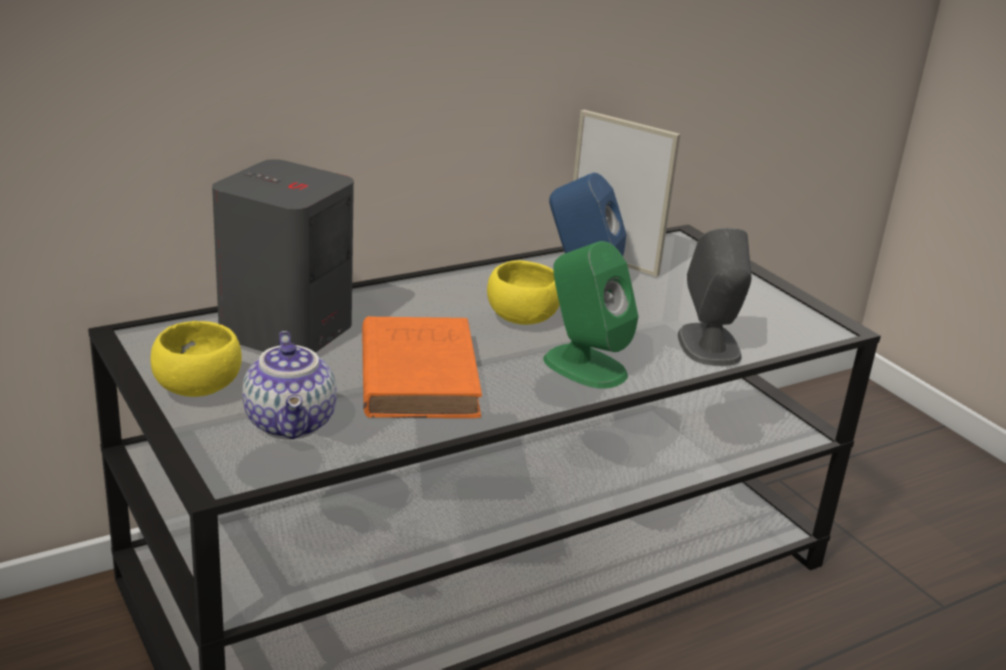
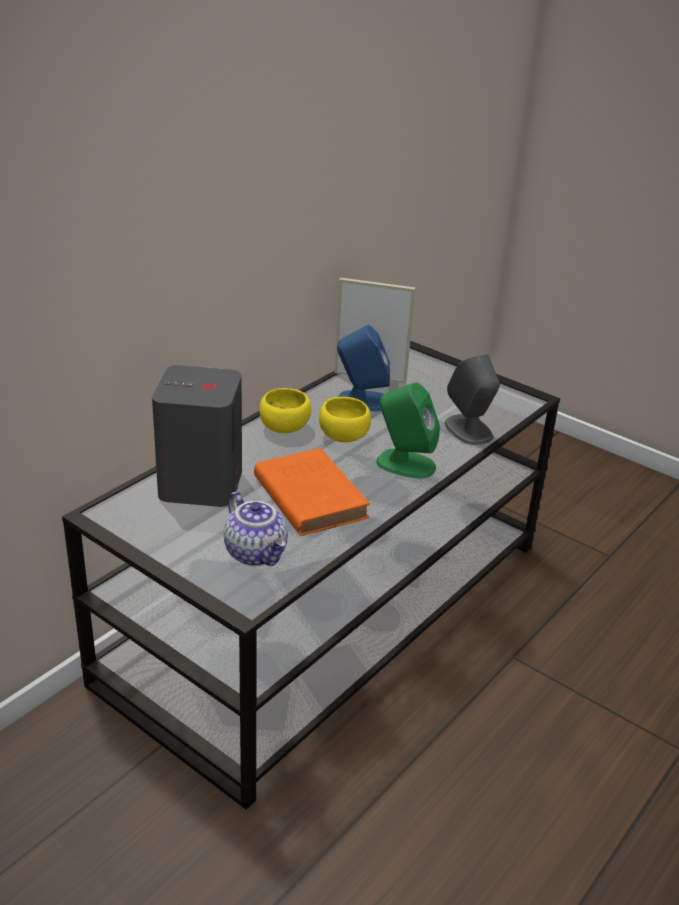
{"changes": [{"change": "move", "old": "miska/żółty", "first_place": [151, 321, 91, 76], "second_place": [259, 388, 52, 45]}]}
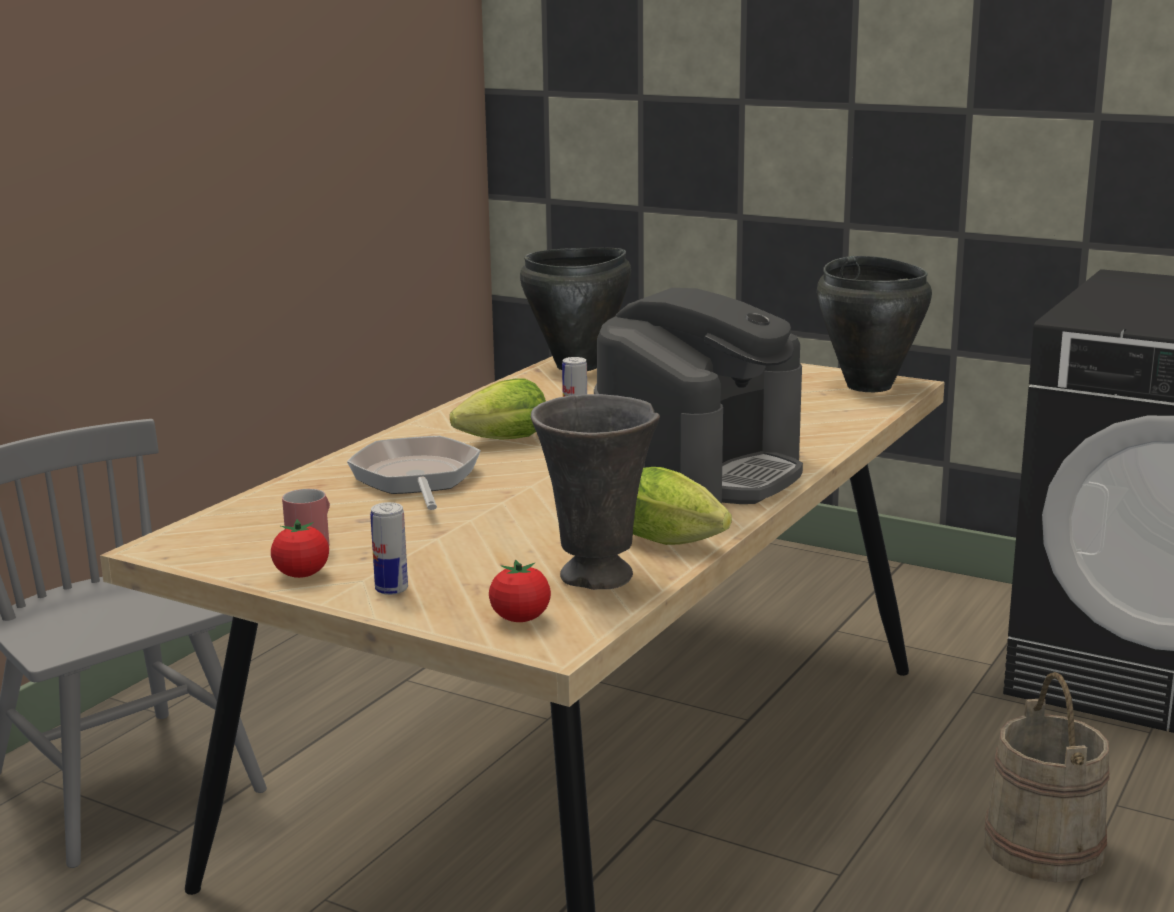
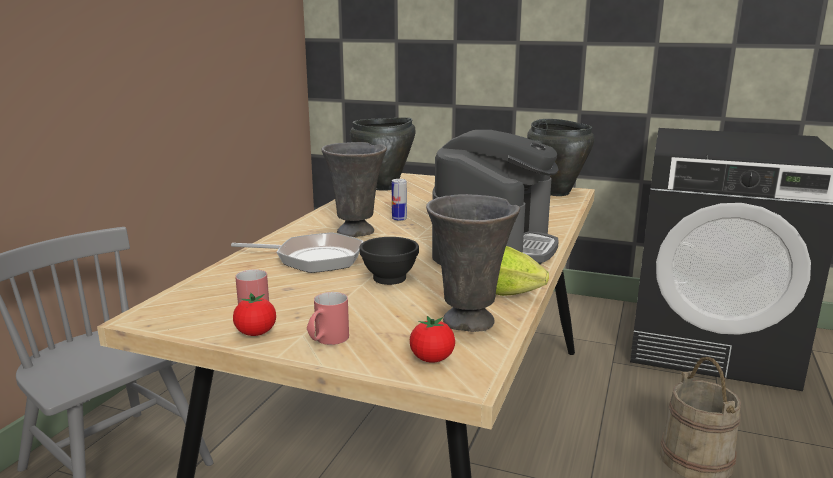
{"changes": [{"change": "insert", "new": "miska/czarny", "second_place": [359, 237, 60, 48]}, {"change": "replace", "old": "puszka", "new": "kubek/czerwony", "first_place": [370, 502, 38, 93], "second_place": [307, 292, 42, 53]}, {"change": "replace", "old": "sałata", "new": "wazon/szary", "first_place": [450, 378, 96, 62], "second_place": [321, 142, 66, 95]}, {"change": "rotate", "old": "patelnia", "first_place": [347, 436, 134, 74], "second_place": [231, 232, 133, 41], "degrees": 120}]}
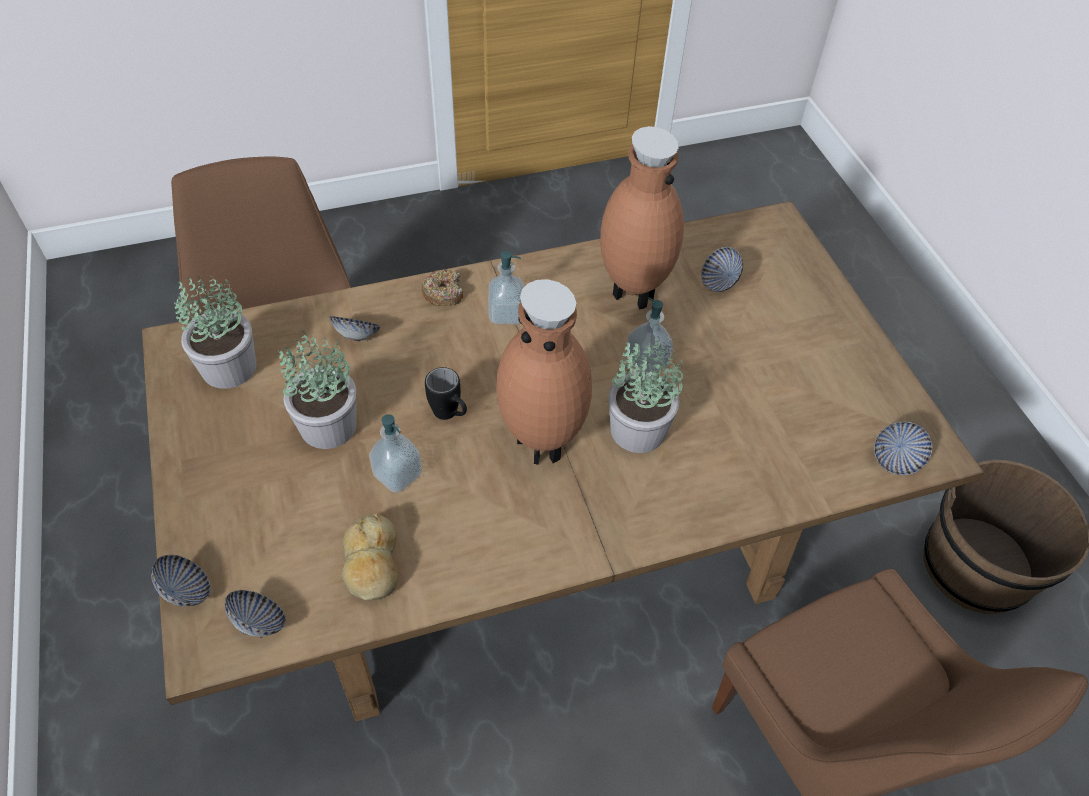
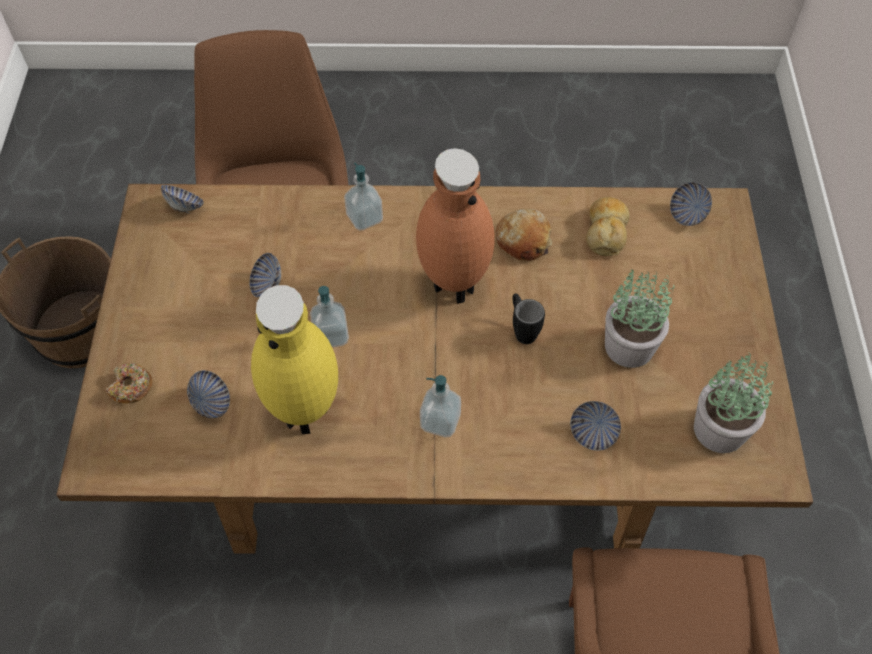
{"changes": [{"change": "delete", "old": "roślina doniczkowa", "first_place": [608, 336, 75, 117]}, {"change": "insert", "new": "chleb", "second_place": [496, 209, 57, 52]}, {"change": "move", "old": "miska", "first_place": [151, 555, 60, 52], "second_place": [249, 253, 32, 45]}, {"change": "move", "old": "dozownik mydła", "first_place": [369, 414, 53, 79], "second_place": [344, 163, 39, 68]}, {"change": "move", "old": "donut", "first_place": [421, 269, 42, 37], "second_place": [106, 363, 47, 41]}, {"change": "recolor", "old": "wazon/brązowy", "new": "wazon/żółty", "first_place": [600, 126, 84, 184], "second_place": [251, 285, 87, 149]}]}
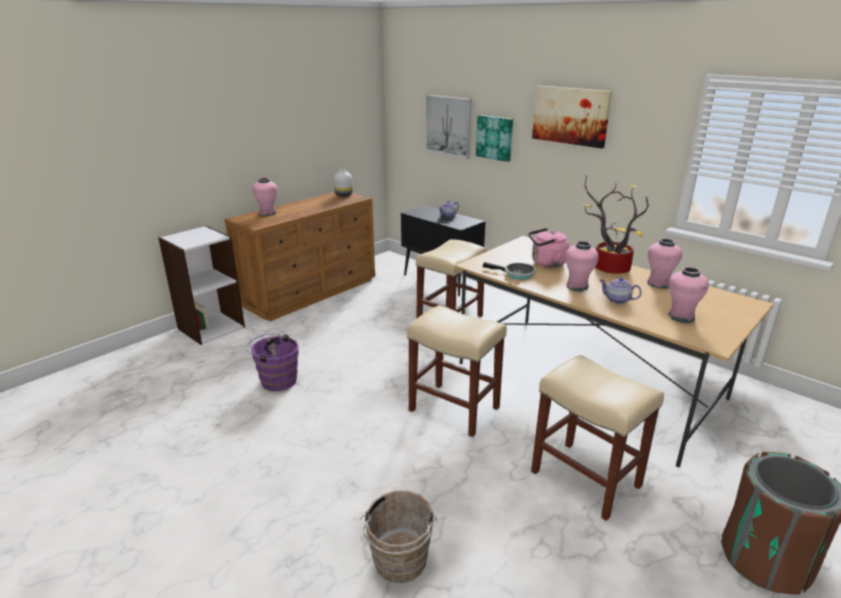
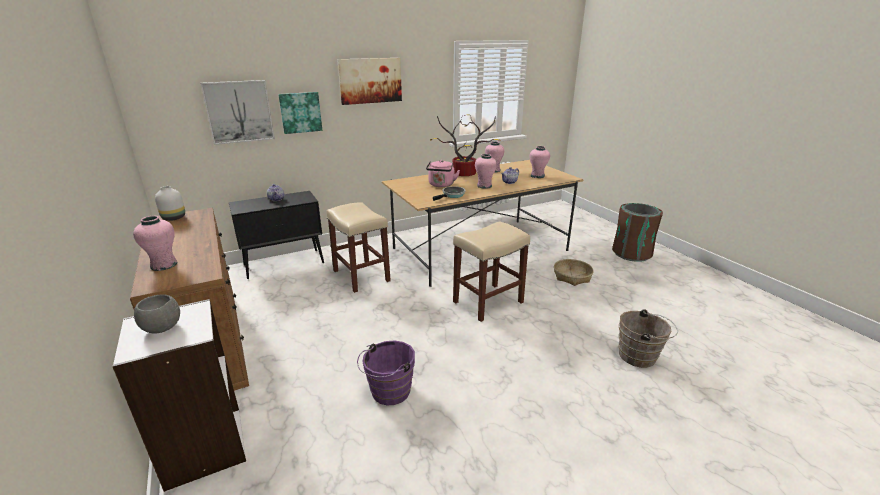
{"changes": [{"change": "insert", "new": "miska/szary", "second_place": [134, 294, 46, 39]}, {"change": "replace", "old": "stołek/beżowy", "new": "koszyk", "first_place": [531, 355, 133, 166], "second_place": [554, 259, 40, 27]}]}
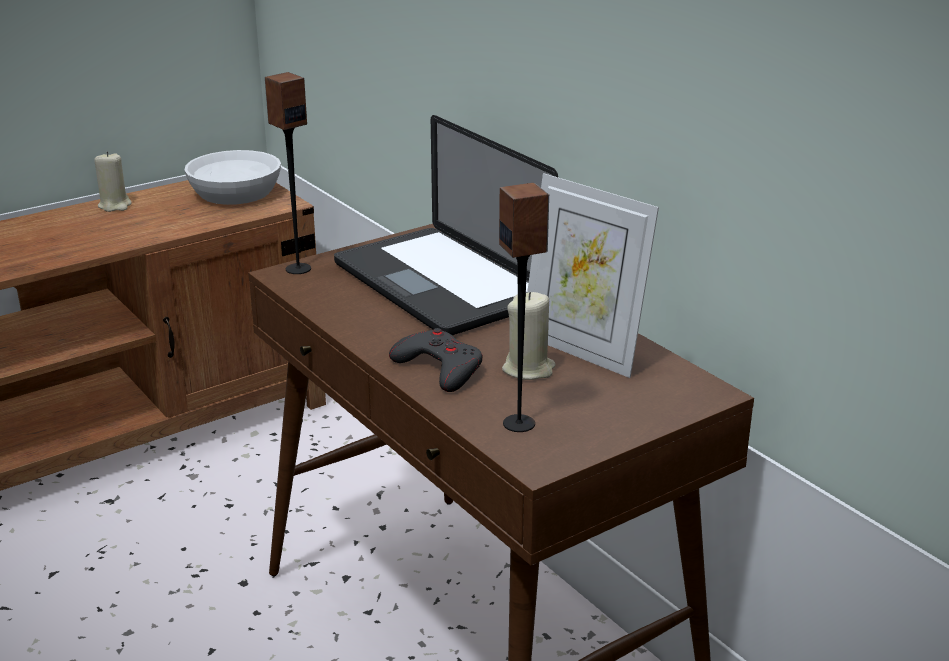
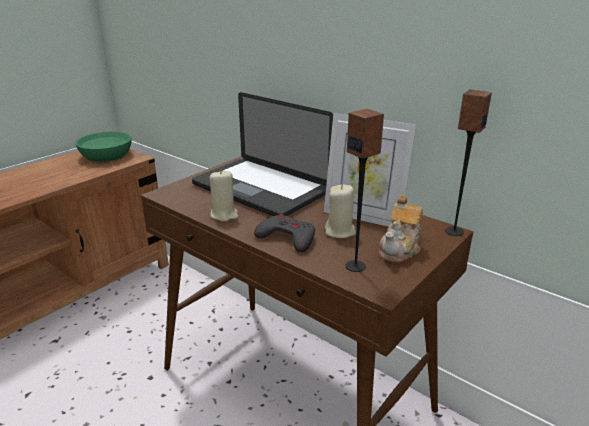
{"changes": [{"change": "insert", "new": "imbryk", "second_place": [379, 195, 44, 68]}, {"change": "move", "old": "świeca/beżowy", "first_place": [94, 151, 38, 61], "second_place": [210, 170, 28, 52]}, {"change": "move", "old": "głośnik", "first_place": [265, 72, 46, 202], "second_place": [445, 90, 47, 146]}, {"change": "recolor", "old": "miska/biały", "new": "miska/zielony", "first_place": [184, 150, 97, 55], "second_place": [75, 131, 57, 31]}]}
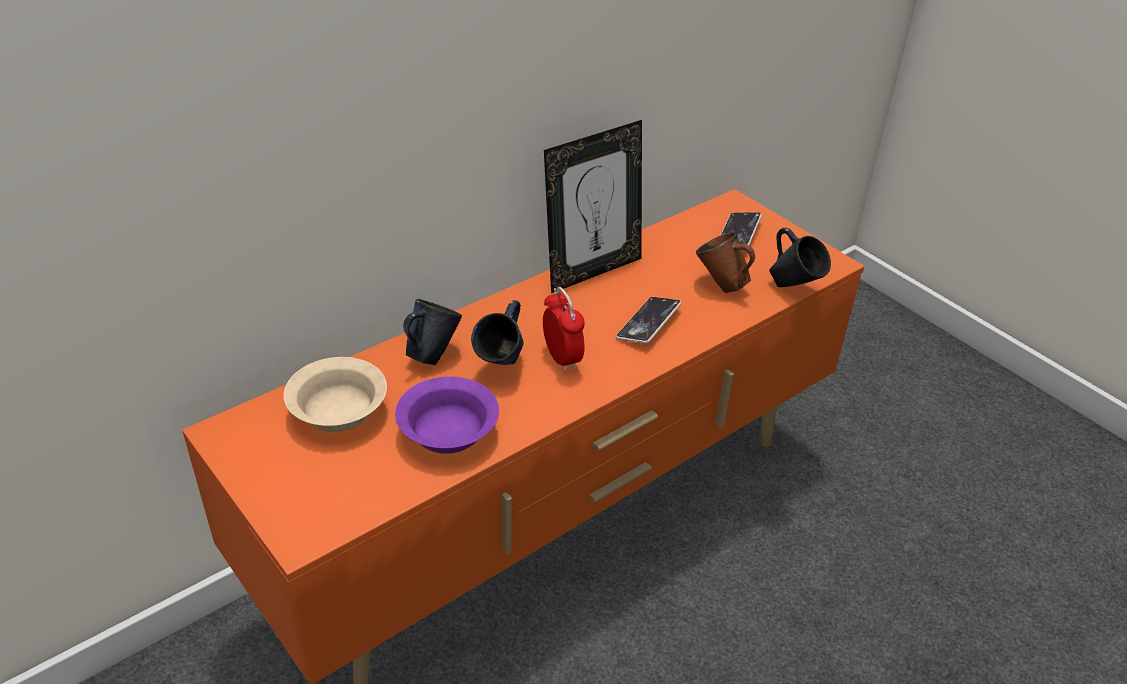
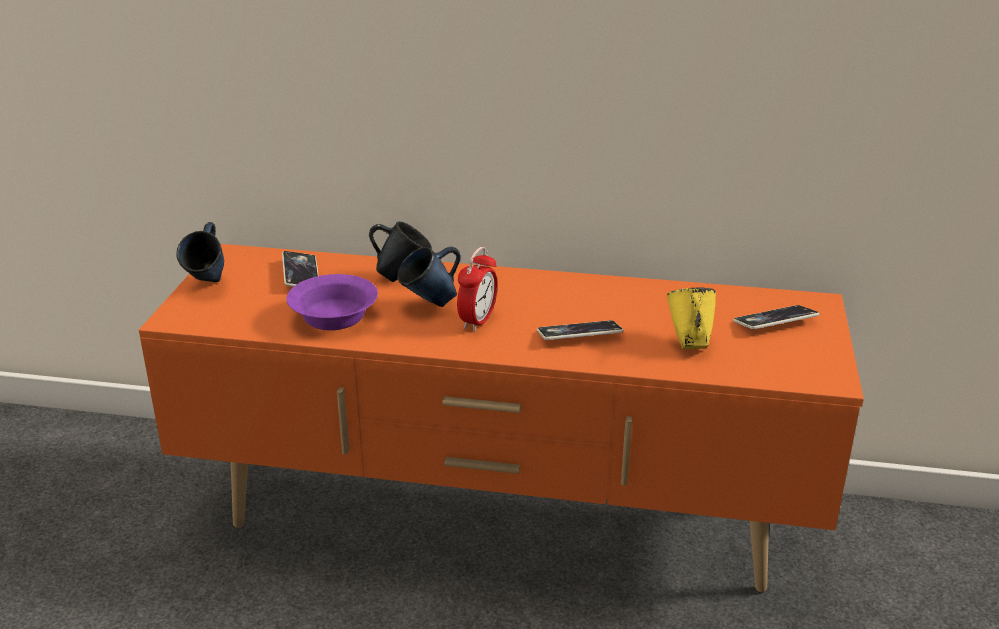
{"changes": [{"change": "delete", "old": "ramka na zdjęcie", "first_place": [544, 120, 98, 173]}, {"change": "move", "old": "kubek/niebieski", "first_place": [769, 228, 62, 59], "second_place": [176, 222, 48, 60]}, {"change": "replace", "old": "miska/beżowy", "new": "telefon", "first_place": [284, 357, 103, 75], "second_place": [282, 251, 37, 36]}, {"change": "recolor", "old": "kubek/brązowy", "new": "kubek/żółty", "first_place": [696, 232, 59, 61], "second_place": [667, 287, 49, 62]}]}
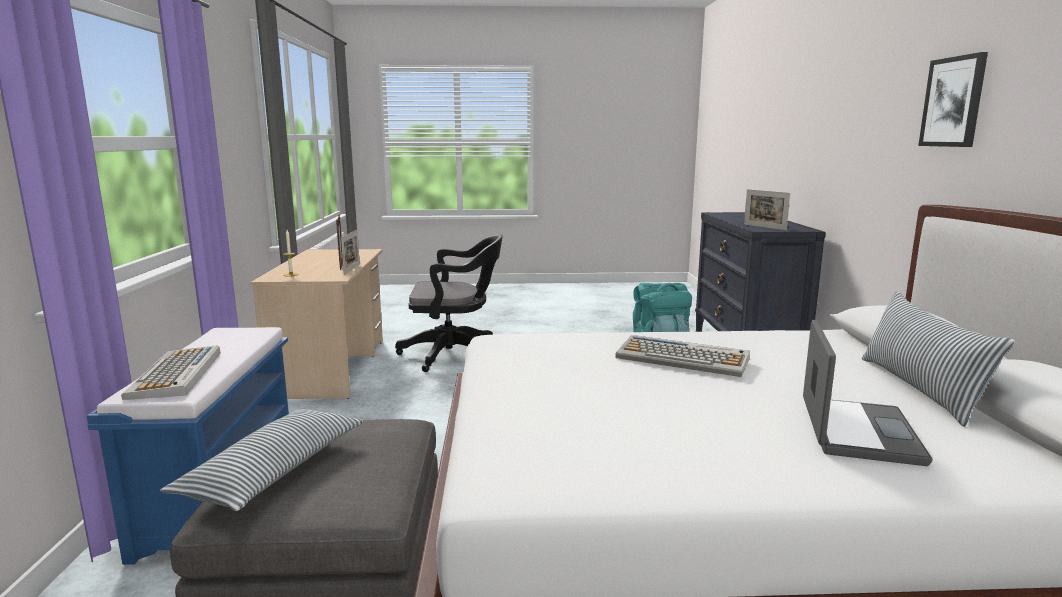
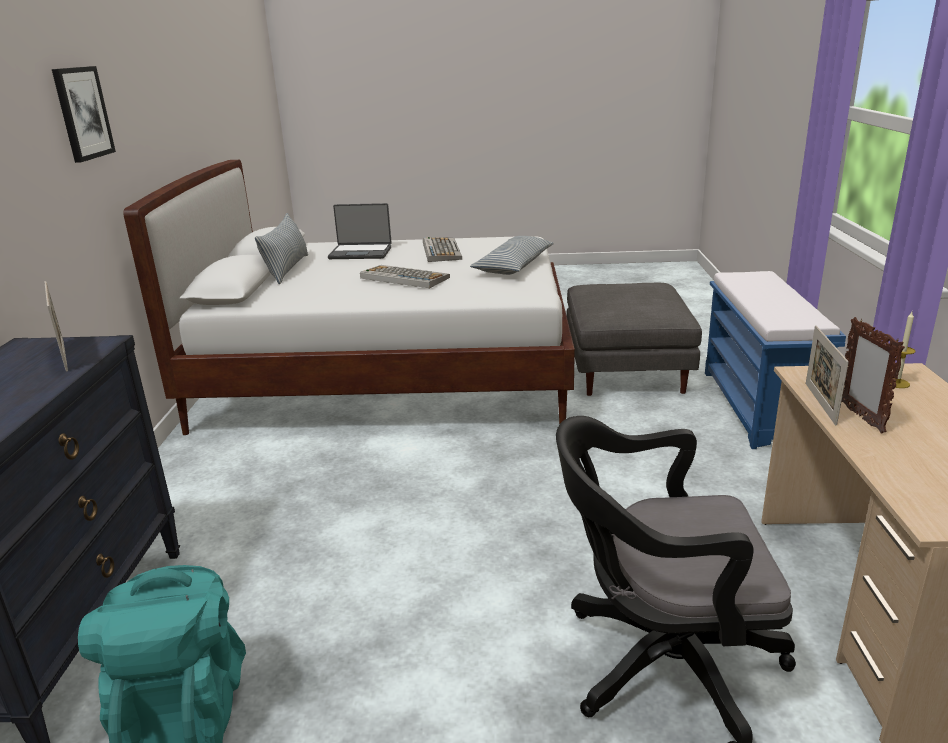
{"changes": [{"change": "move", "old": "klawiatura", "first_place": [121, 345, 100, 55], "second_place": [423, 237, 39, 25]}, {"change": "move", "old": "poduszka", "first_place": [160, 409, 203, 102], "second_place": [470, 236, 84, 39]}, {"change": "rotate", "old": "laptop", "first_place": [803, 320, 129, 146], "second_place": [328, 203, 64, 56], "degrees": -105}]}
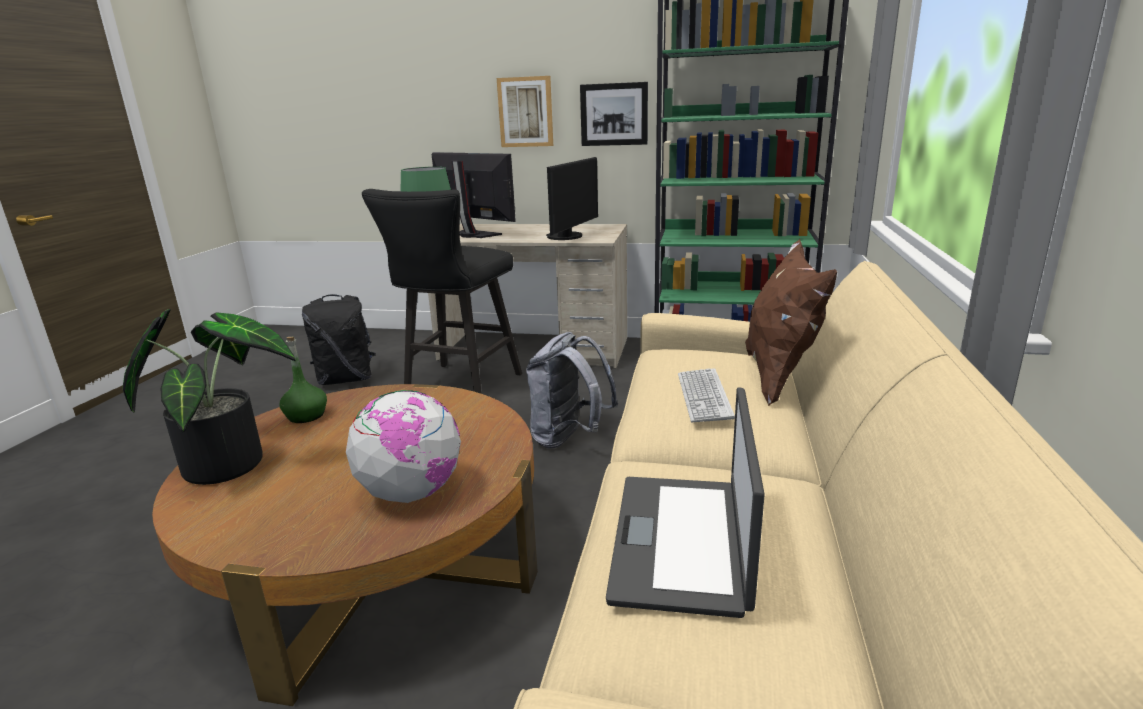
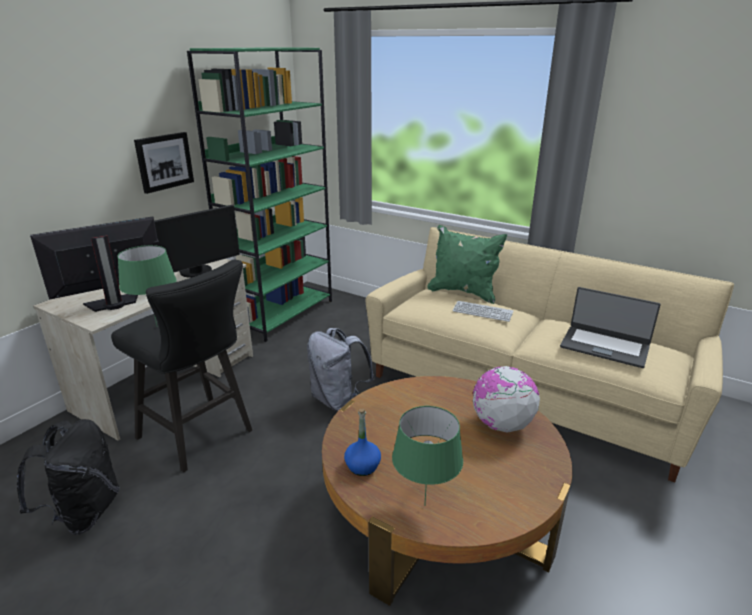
{"changes": [{"change": "delete", "old": "obraz", "first_place": [497, 76, 56, 71]}, {"change": "replace", "old": "roślina doniczkowa", "new": "lampa stołowa/zielony", "first_place": [122, 309, 173, 176], "second_place": [392, 406, 71, 100]}, {"change": "recolor", "old": "butelka/zielony", "new": "butelka/niebieski", "first_place": [279, 337, 48, 86], "second_place": [344, 409, 37, 67]}, {"change": "recolor", "old": "poduszka/brązowy", "new": "poduszka/zielony", "first_place": [745, 239, 92, 167], "second_place": [427, 225, 80, 79]}, {"change": "rotate", "old": "monitor", "first_place": [546, 157, 52, 83], "second_place": [154, 204, 86, 74], "degrees": 90}]}
